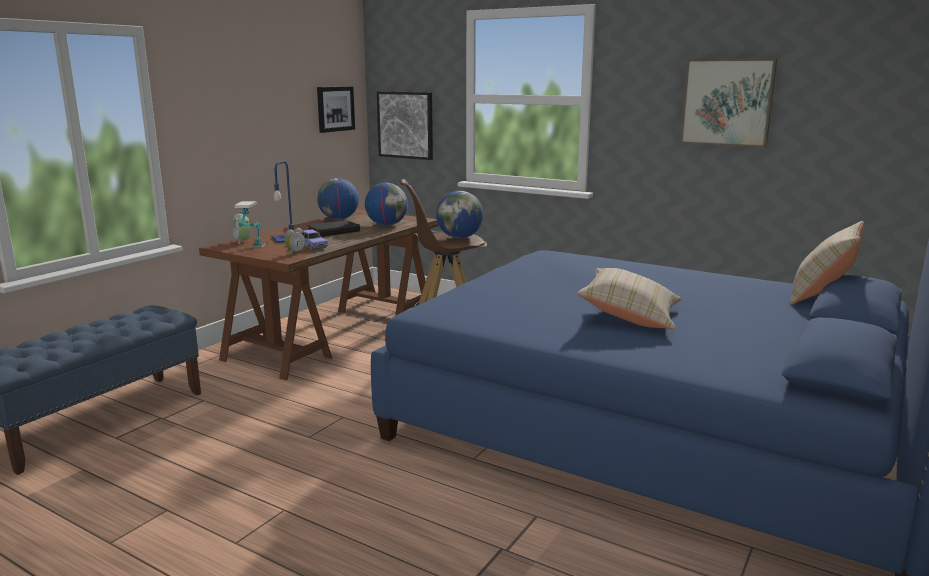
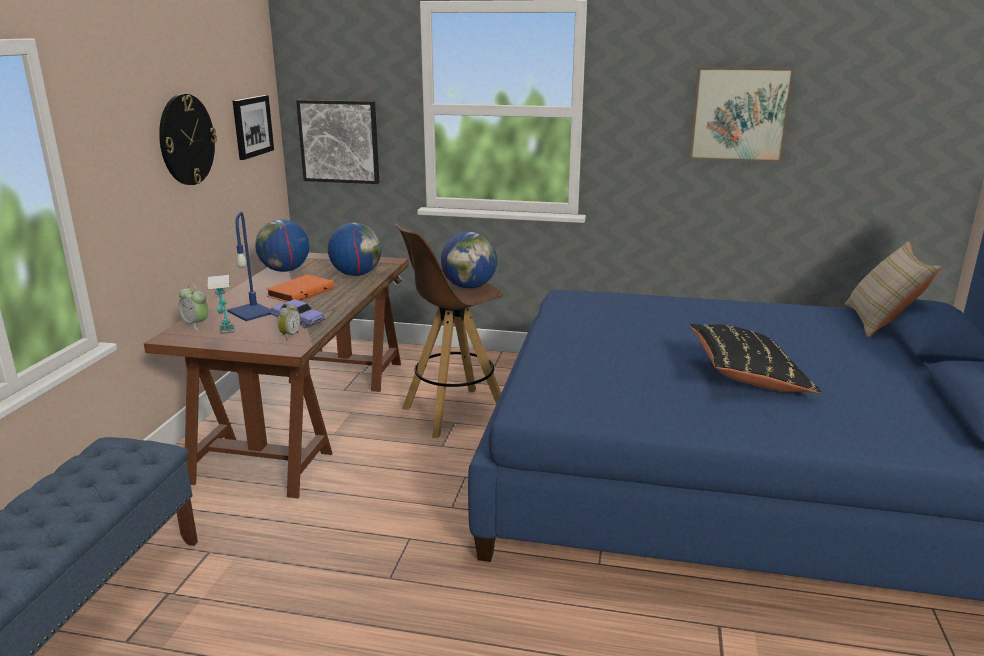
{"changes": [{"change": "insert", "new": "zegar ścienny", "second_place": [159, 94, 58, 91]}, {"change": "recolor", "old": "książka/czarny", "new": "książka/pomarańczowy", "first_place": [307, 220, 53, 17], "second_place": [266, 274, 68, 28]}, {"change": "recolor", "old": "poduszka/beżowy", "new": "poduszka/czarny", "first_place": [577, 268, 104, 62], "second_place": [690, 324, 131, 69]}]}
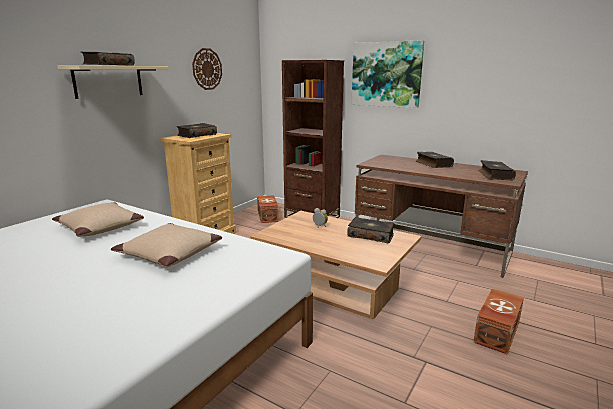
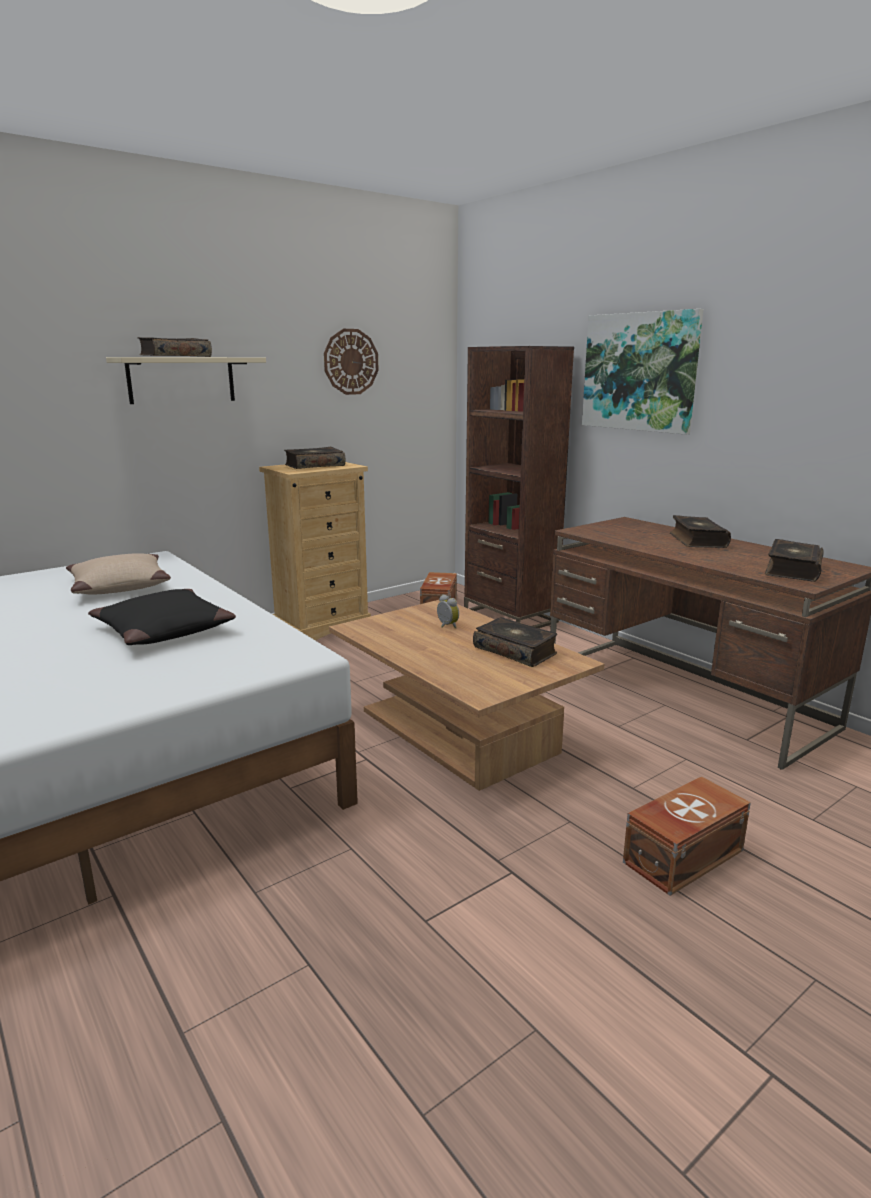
{"changes": [{"change": "recolor", "old": "poduszka/beżowy", "new": "poduszka/czarny", "first_place": [111, 223, 111, 44], "second_place": [88, 589, 148, 56]}]}
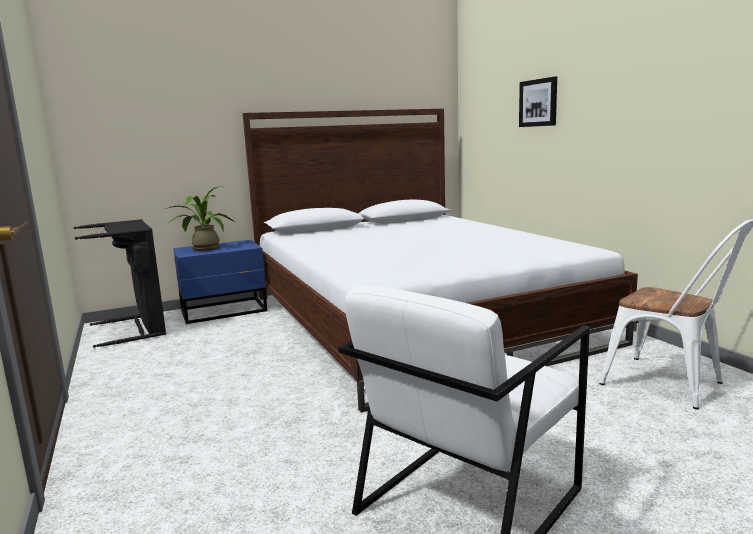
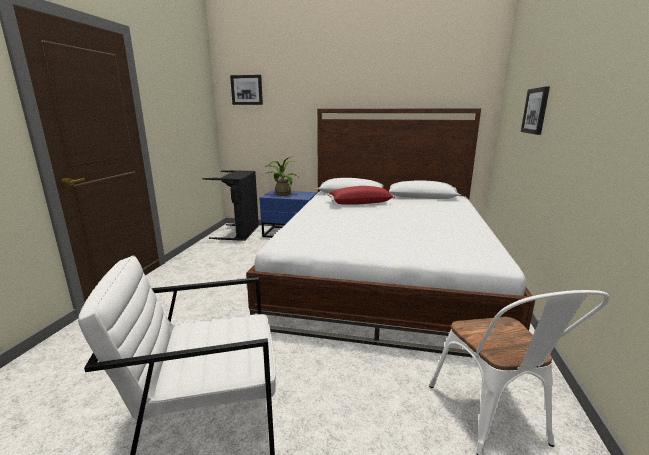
{"changes": [{"change": "insert", "new": "obraz", "second_place": [230, 75, 33, 30]}, {"change": "insert", "new": "poduszka/czerwony", "second_place": [327, 186, 68, 19]}]}
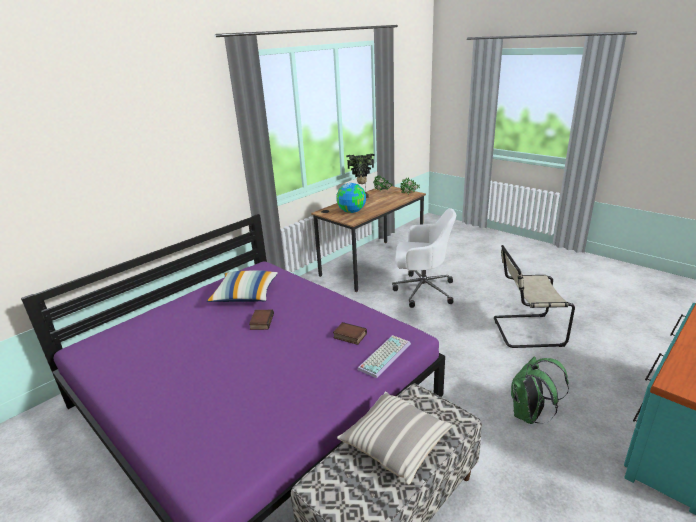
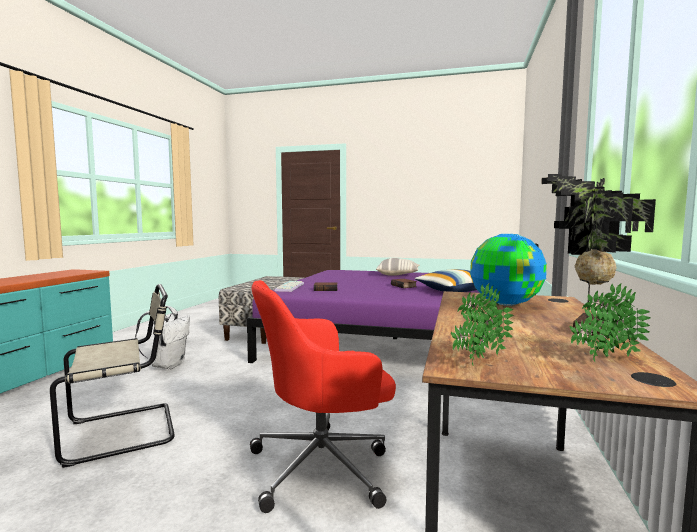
{"changes": [{"change": "move", "old": "poduszka", "first_place": [337, 391, 115, 94], "second_place": [376, 258, 44, 18]}, {"change": "recolor", "old": "krzesło biurowe/biały", "new": "krzesło biurowe/czerwony", "first_place": [392, 208, 64, 100], "second_place": [250, 280, 146, 233]}, {"change": "recolor", "old": "plecak/zielony", "new": "plecak/biały", "first_place": [511, 356, 58, 68], "second_place": [135, 305, 55, 65]}]}
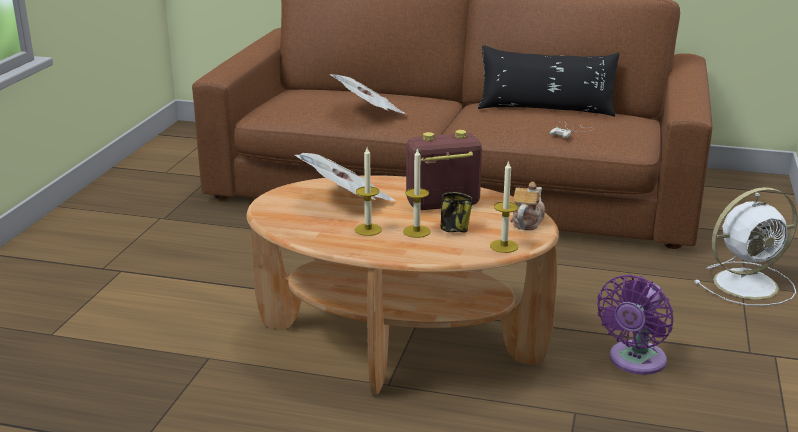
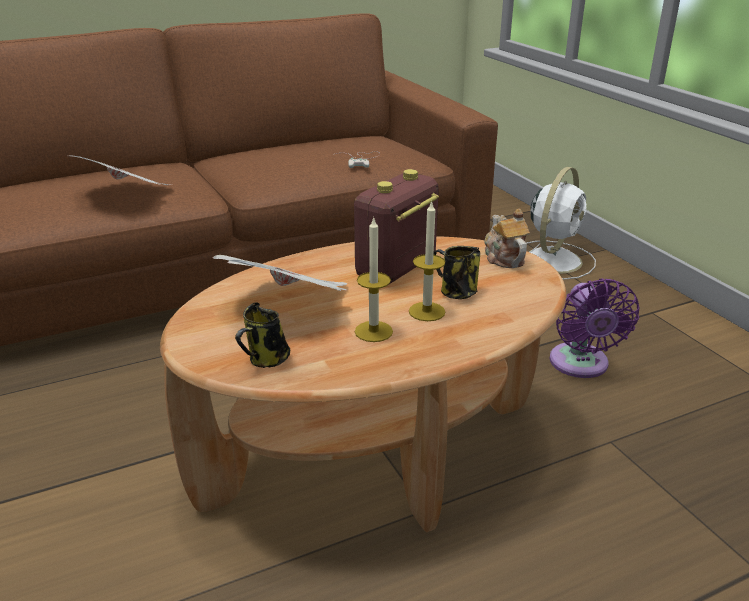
{"changes": [{"change": "delete", "old": "poduszka/czarny", "first_place": [478, 45, 142, 72]}, {"change": "delete", "old": "świeca", "first_place": [490, 160, 29, 93]}, {"change": "insert", "new": "kubek", "second_place": [235, 302, 55, 66]}]}
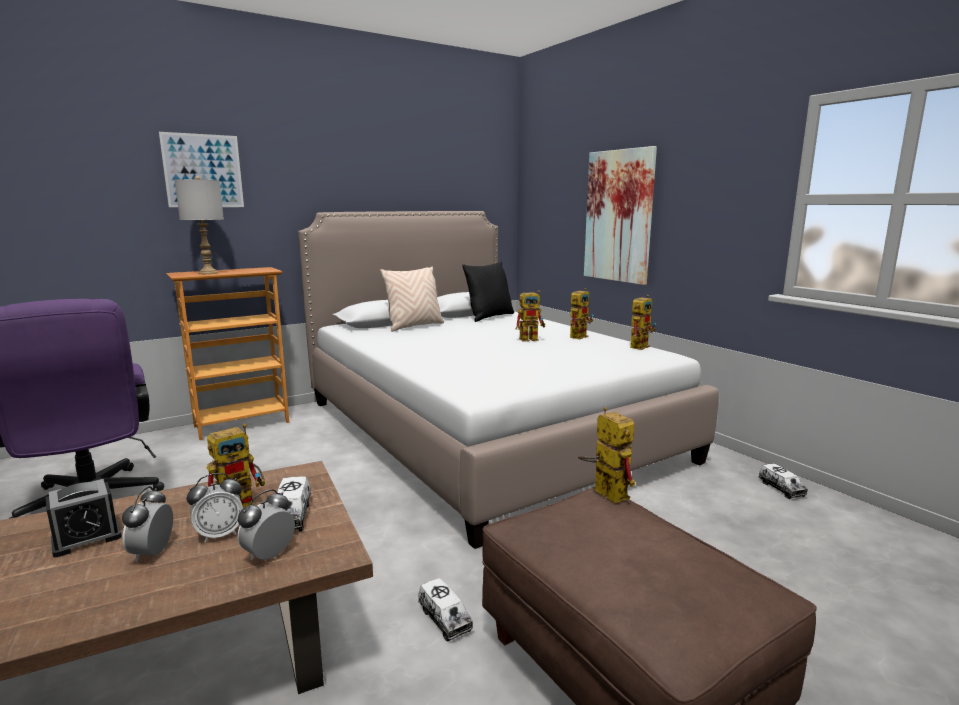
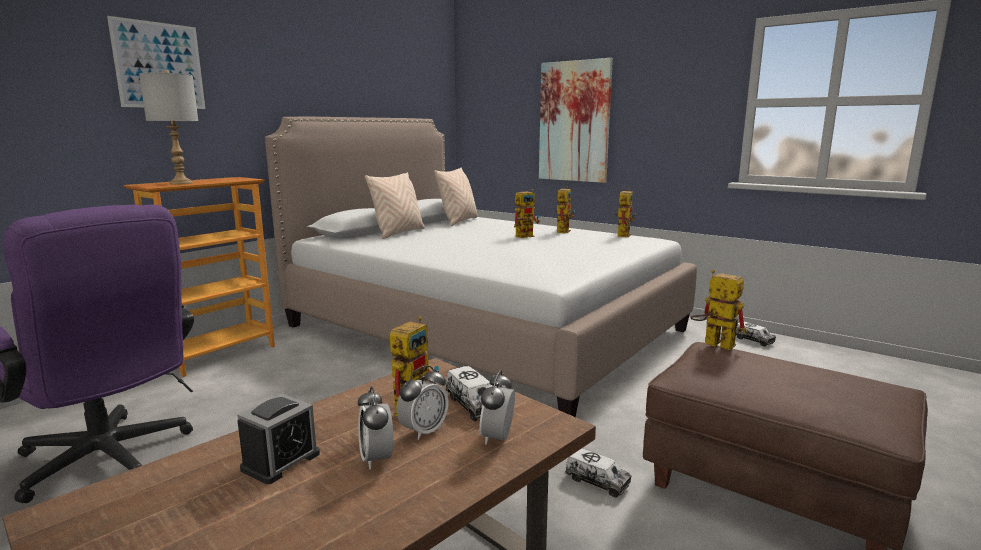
{"changes": [{"change": "recolor", "old": "poduszka/czarny", "new": "poduszka/beżowy", "first_place": [462, 262, 52, 60], "second_place": [434, 167, 43, 59]}]}
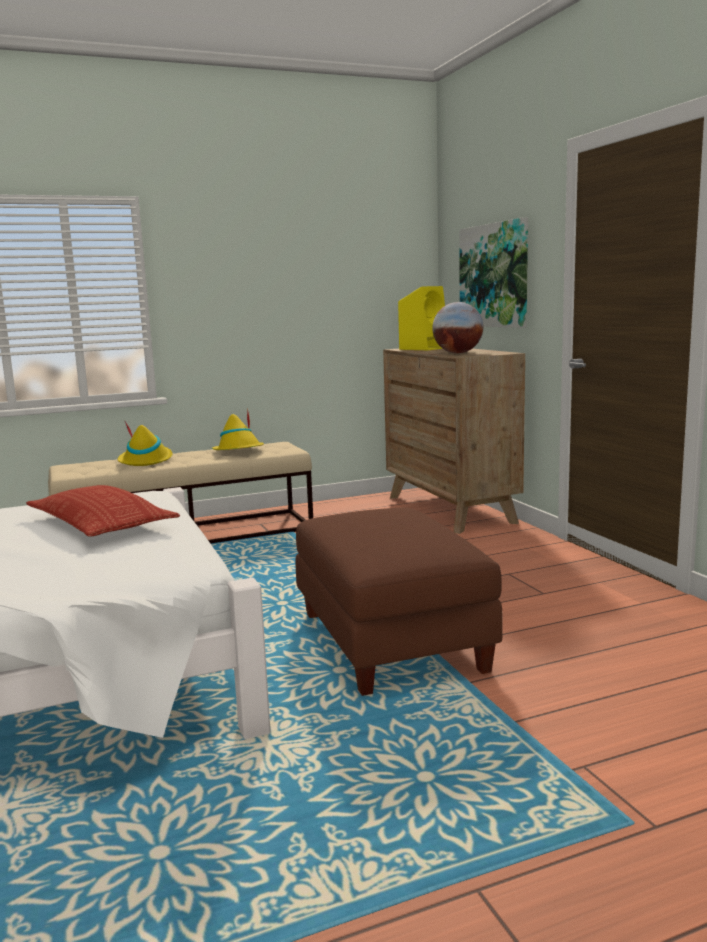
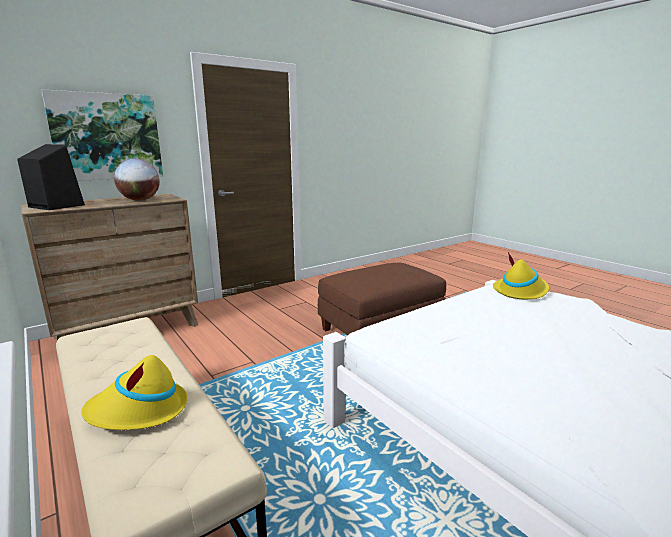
{"changes": [{"change": "delete", "old": "poduszka", "first_place": [26, 485, 154, 52]}, {"change": "move", "old": "kapelusz/żółty", "first_place": [212, 408, 52, 42], "second_place": [493, 252, 56, 47]}, {"change": "recolor", "old": "głośnik/żółty", "new": "głośnik/czarny", "first_place": [398, 286, 47, 64], "second_place": [17, 144, 68, 66]}]}
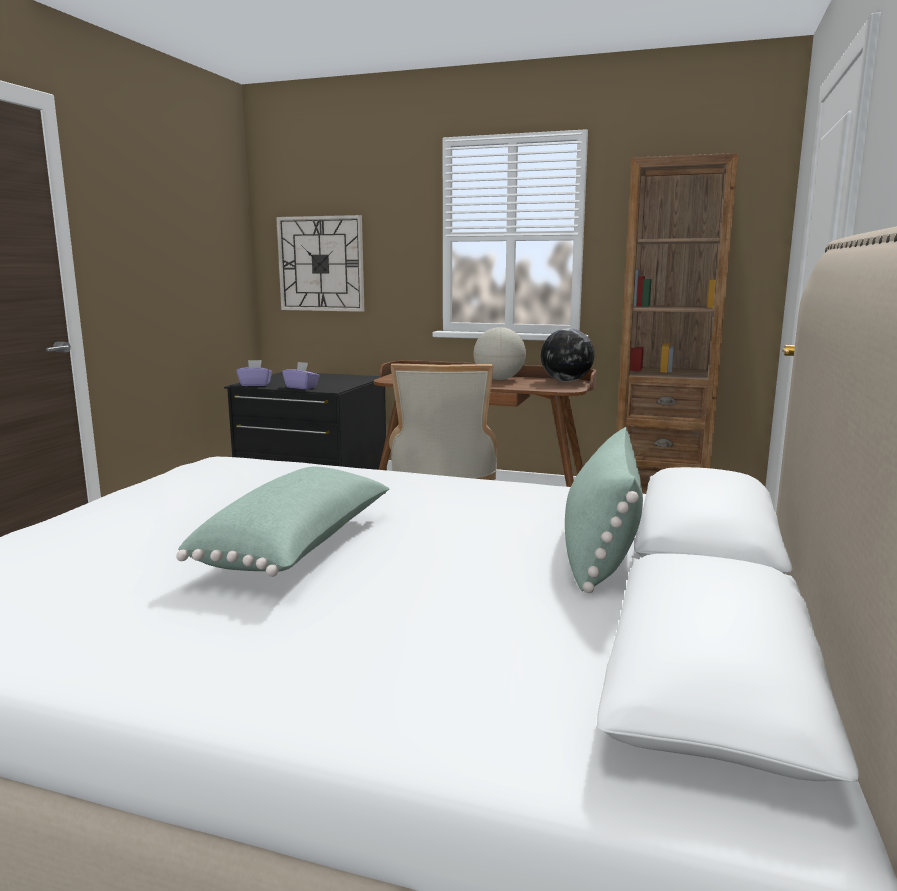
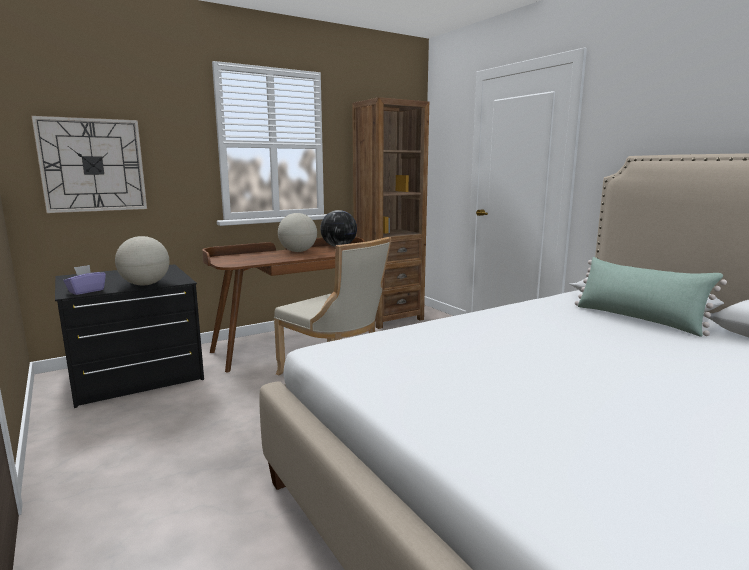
{"changes": [{"change": "delete", "old": "poduszka/zielony", "first_place": [176, 467, 214, 110]}, {"change": "replace", "old": "pudełko chusteczek/fioletowy", "new": "globus", "first_place": [282, 362, 38, 27], "second_place": [115, 236, 54, 49]}]}
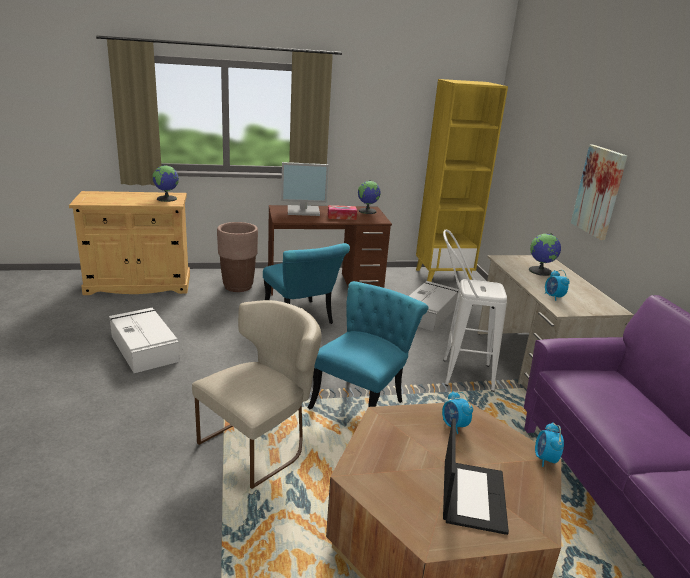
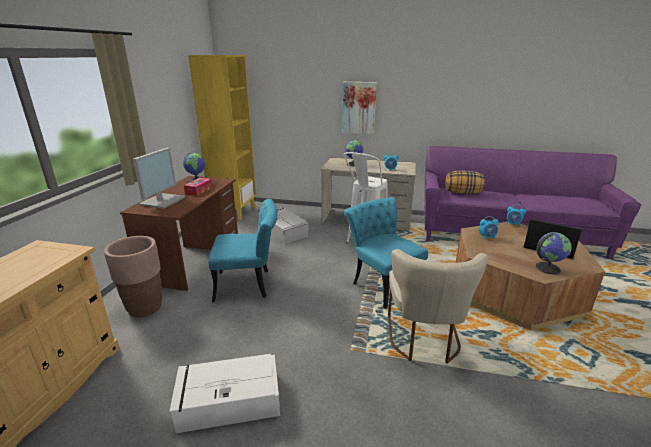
{"changes": [{"change": "insert", "new": "poduszka", "second_place": [445, 170, 40, 24]}, {"change": "move", "old": "globus", "first_place": [153, 165, 26, 37], "second_place": [535, 232, 37, 43]}, {"change": "rotate", "old": "krzesło/beżowy", "first_place": [192, 300, 129, 189], "second_place": [388, 249, 100, 115], "degrees": -150}]}
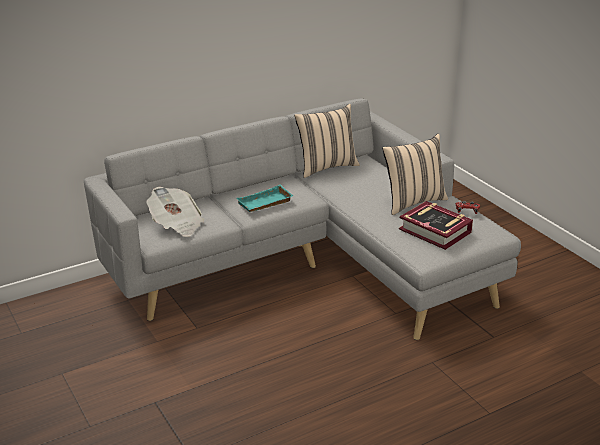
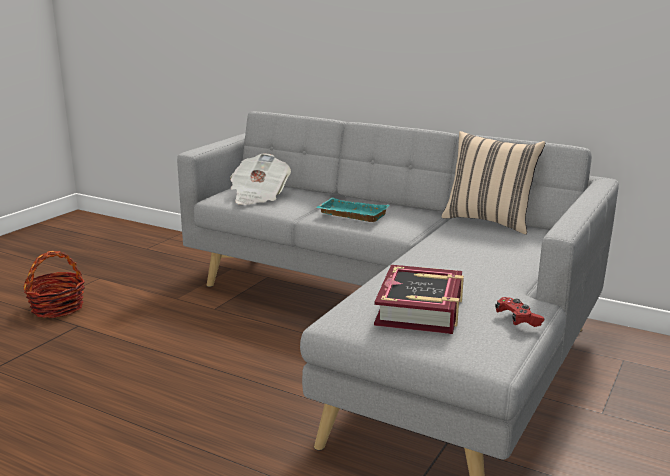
{"changes": [{"change": "delete", "old": "poduszka/beżowy", "first_place": [382, 134, 66, 81]}, {"change": "insert", "new": "koszyk", "second_place": [24, 251, 61, 67]}]}
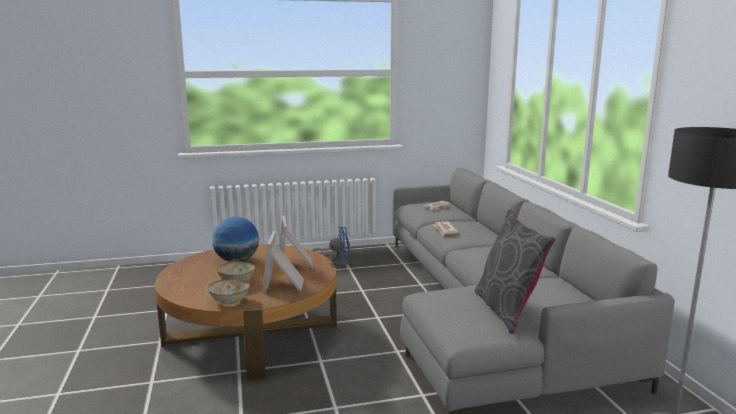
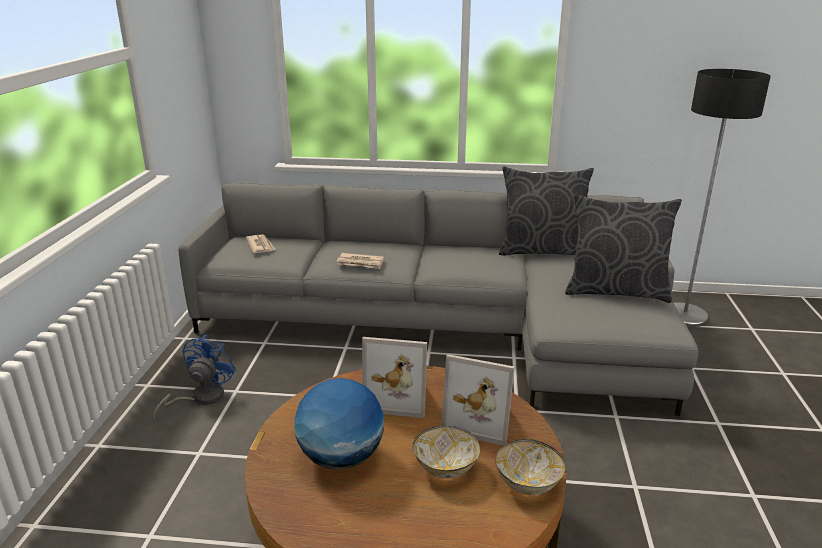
{"changes": [{"change": "insert", "new": "poduszka/szary", "second_place": [499, 166, 95, 89]}]}
